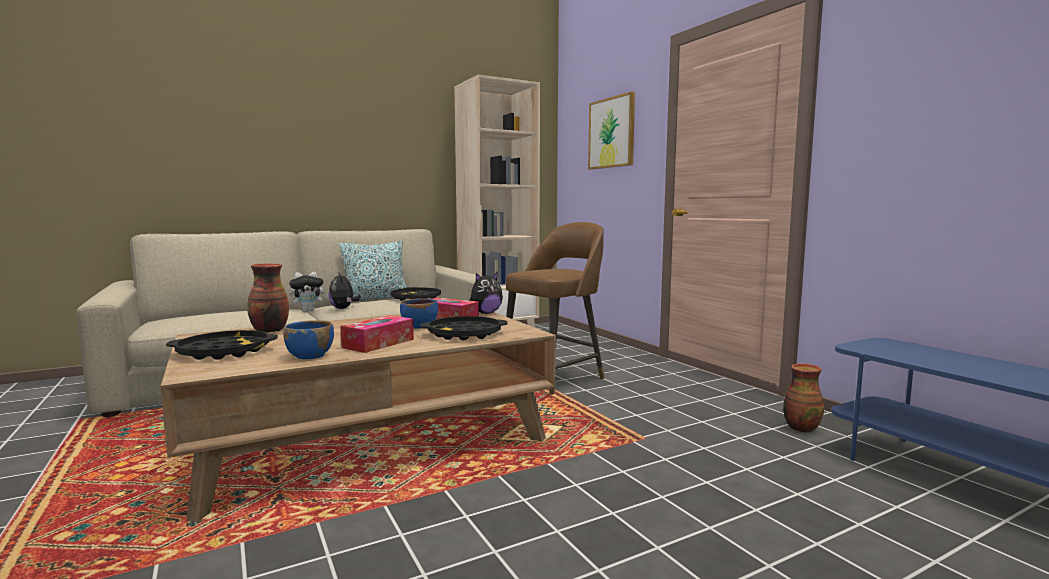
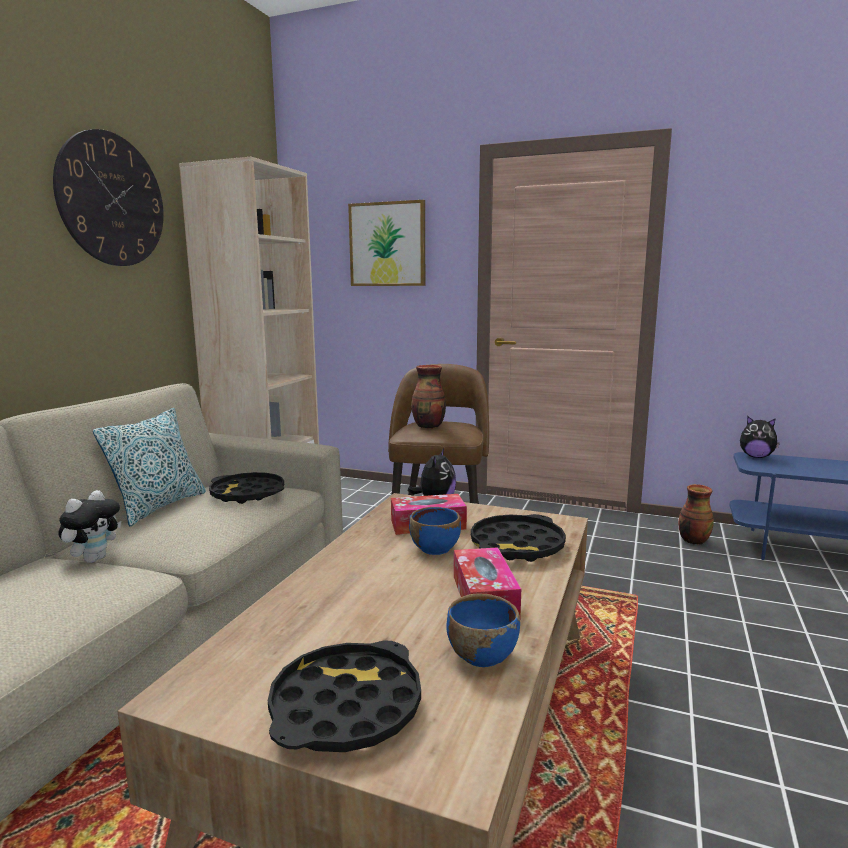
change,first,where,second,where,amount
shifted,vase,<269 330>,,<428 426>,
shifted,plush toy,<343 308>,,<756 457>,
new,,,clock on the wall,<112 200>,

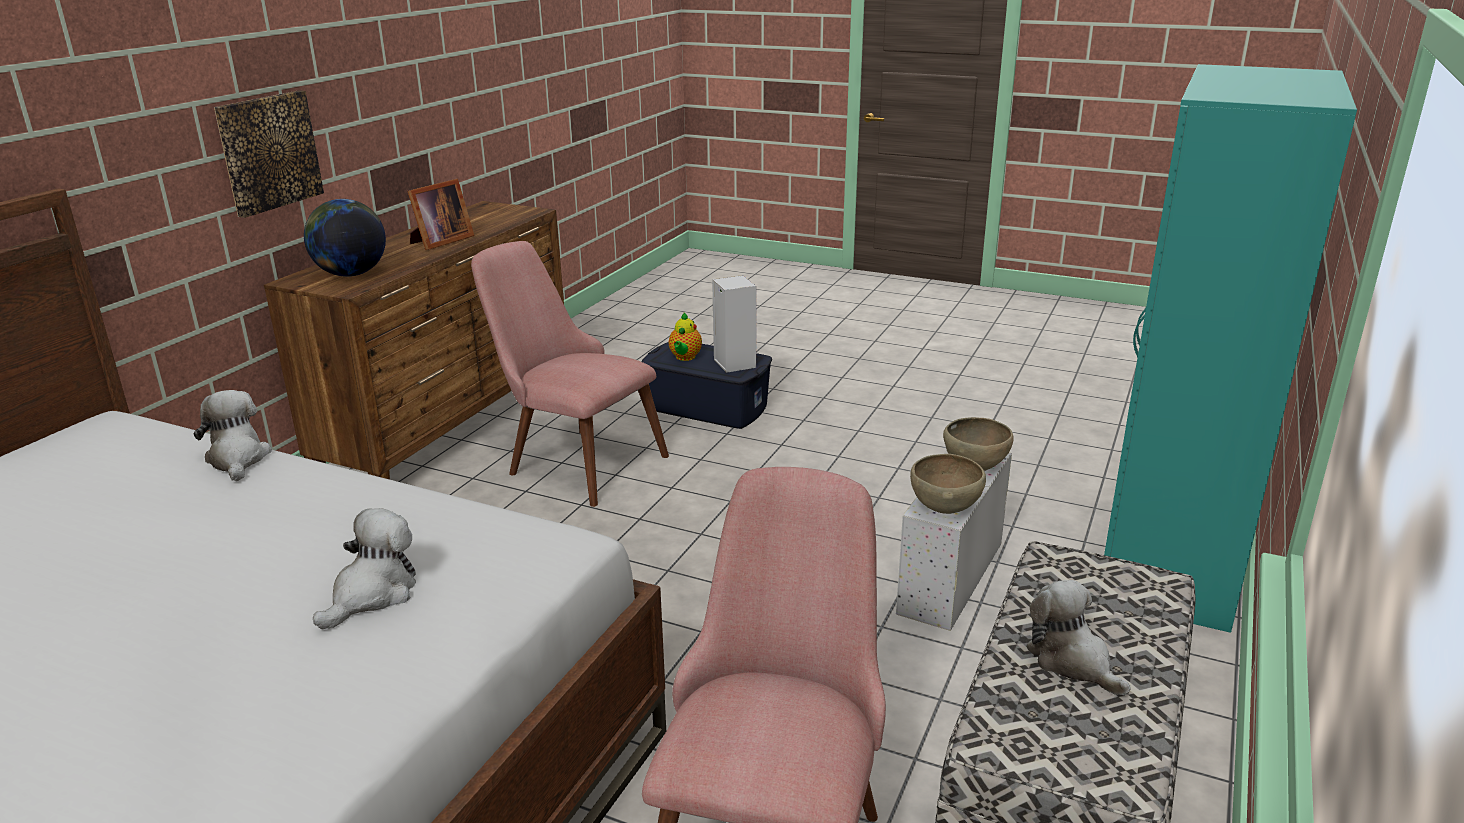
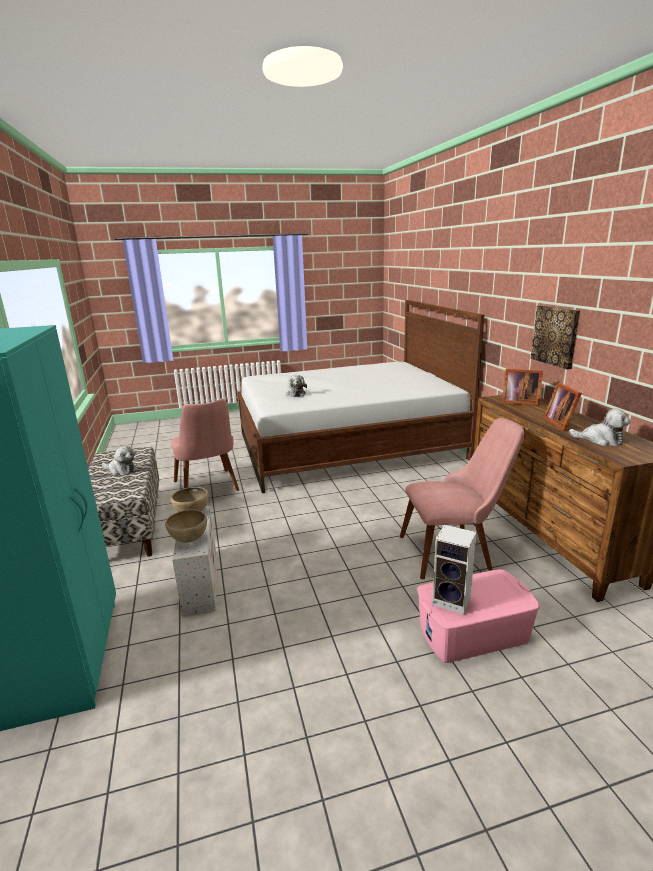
change,first,where,second,where,amount
swapped,globe,<351 274>,standing frame,<518 402>,
gone,pot for tea,<685 358>,,,
repainted,blue storage container,<707 407>,pink storage container,<473 633>,
shifted,plush toy,<238 459>,,<600 440>,

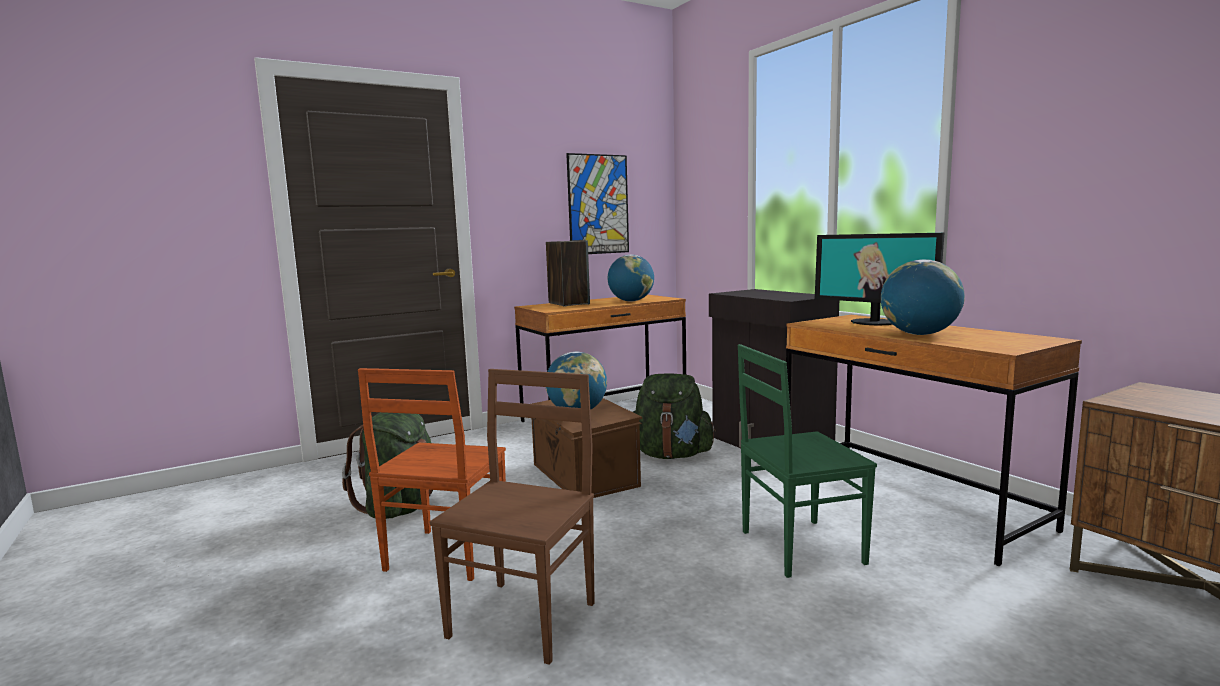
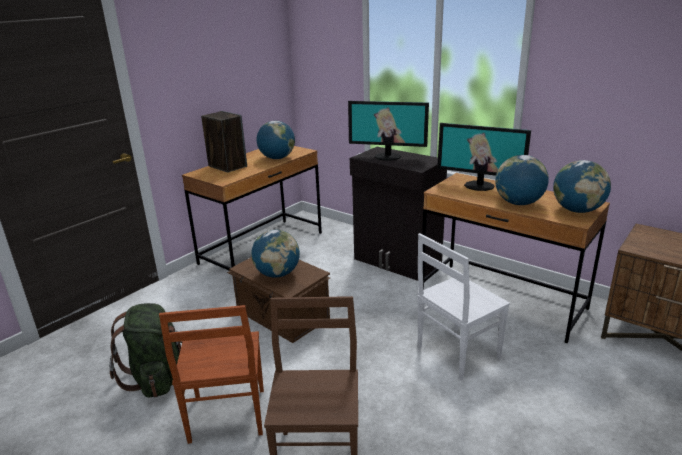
change,first,where,second,where,amount
gone,wall art,<598 204>,,,
repainted,greenish chair,<799 546>,whitish chair,<456 352>,
gone,greenish backpack,<670 455>,,,
new,,,computer display,<388 156>,
new,,,globe,<577 210>,

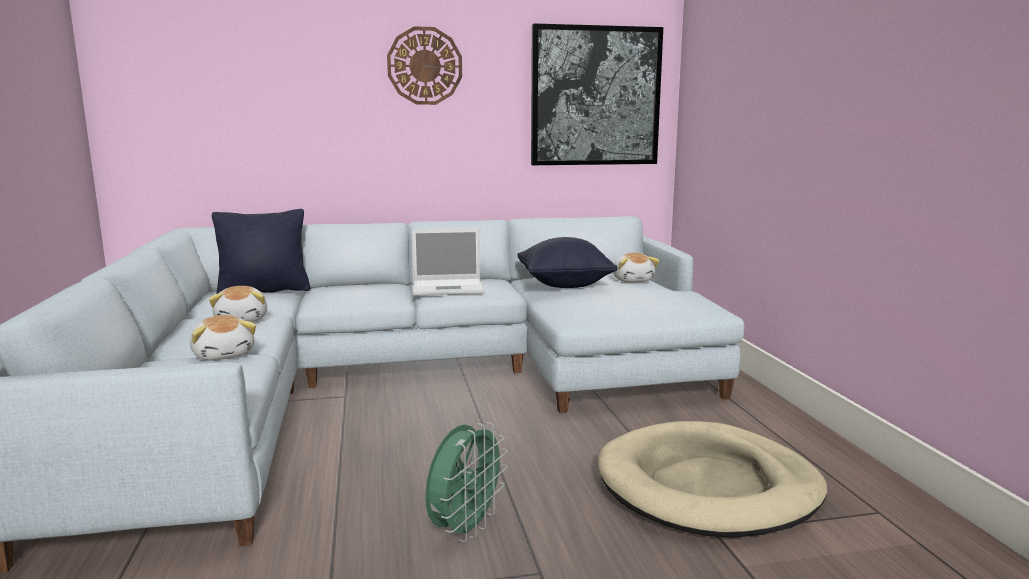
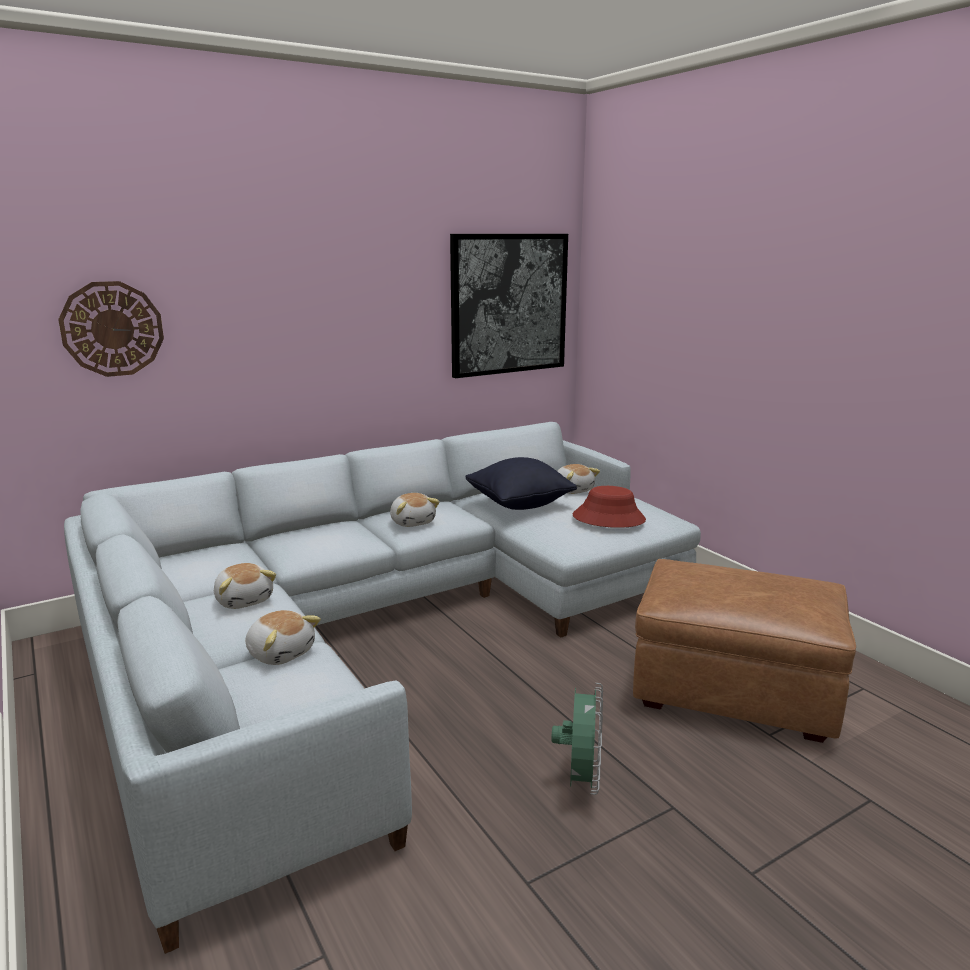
change,first,where,second,where,amount
shifted,clock on the wall,<424 66>,,<112 329>,
gone,black throw pillow,<264 291>,,,
swapped,laptop,<449 287>,plush toy,<413 522>,
swapped,beige dog cushion,<708 486>,brown pouffe,<734 691>,
new,,,red-coloured clothing hat,<608 518>,

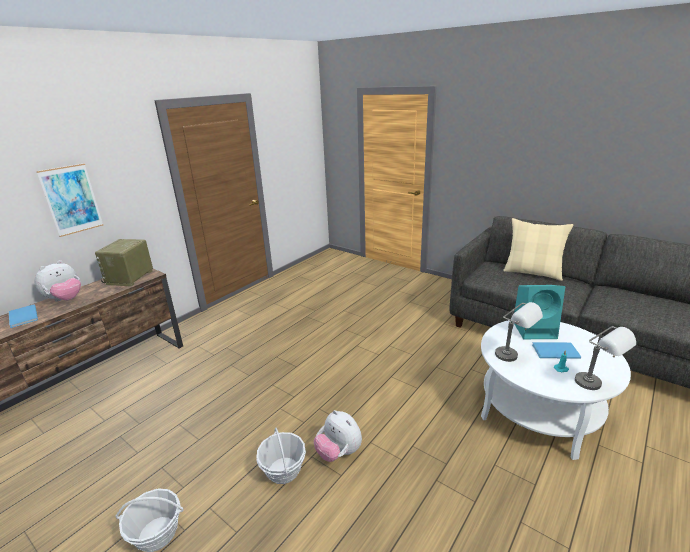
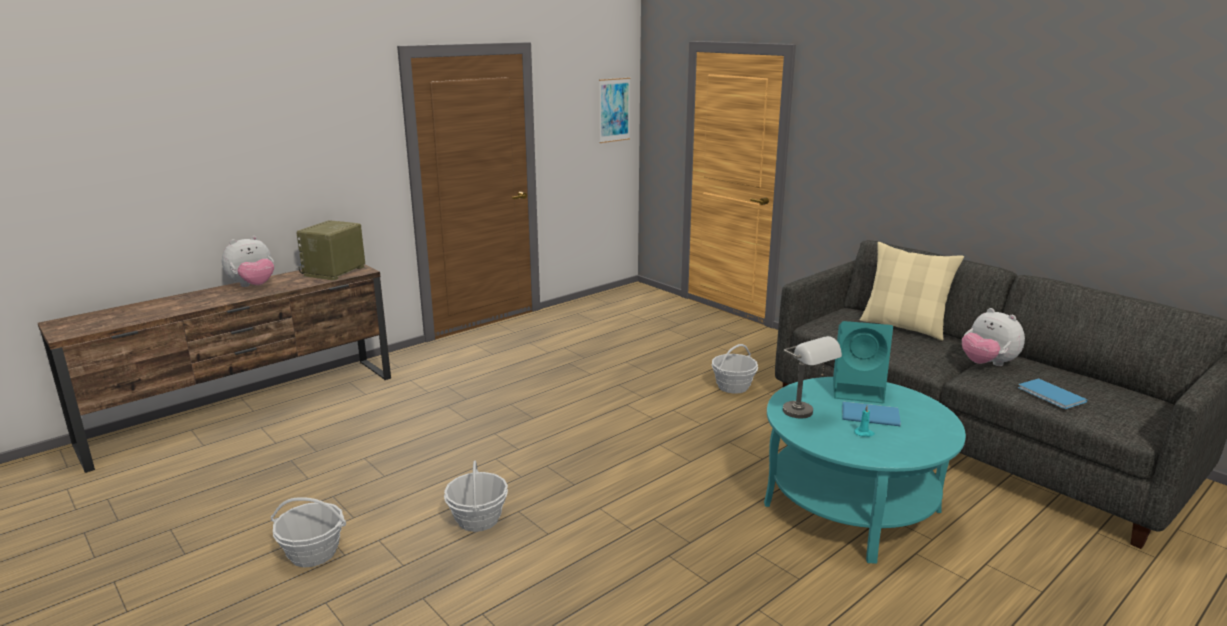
change,first,where,second,where,amount
shifted,wall art,<71 200>,,<614 110>,
shifted,blue volume,<22 317>,,<1051 395>,
repainted,whitish coffee table,<539 410>,blue-green coffee table,<852 507>,
gone,gray lamp for a table,<596 386>,,,
shifted,plush toy,<339 452>,,<987 364>,
new,,,storage basket,<733 386>,

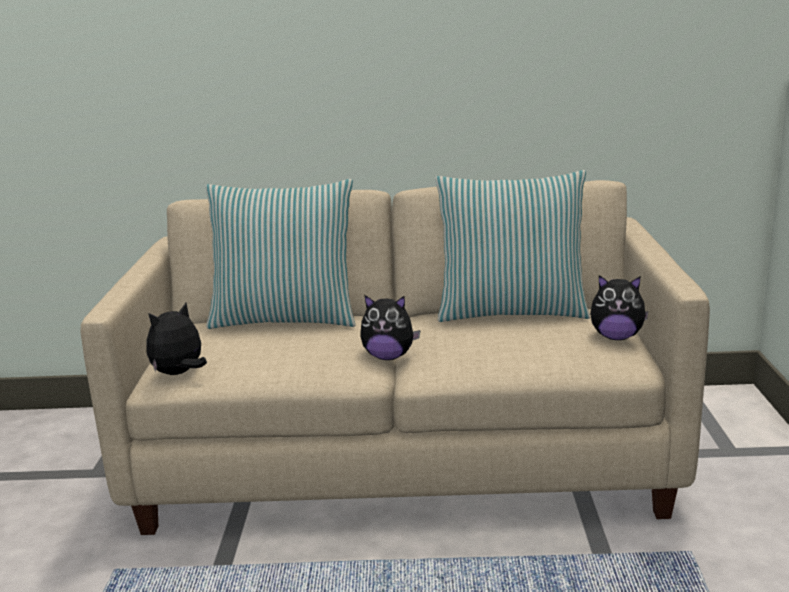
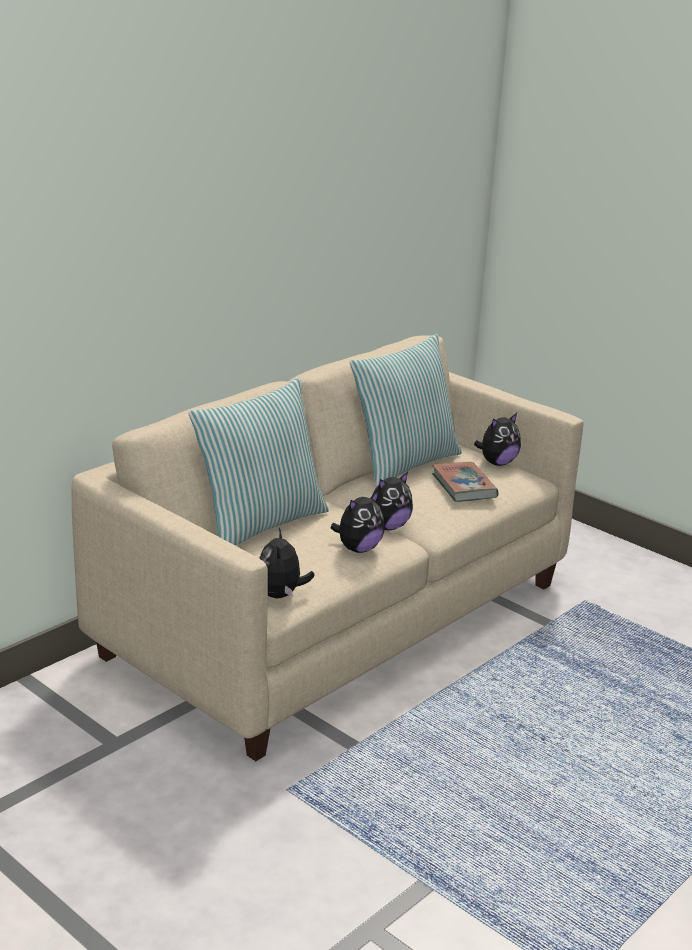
change,first,where,second,where,amount
new,,,volume,<464 486>,
new,,,plush toy,<358 549>,

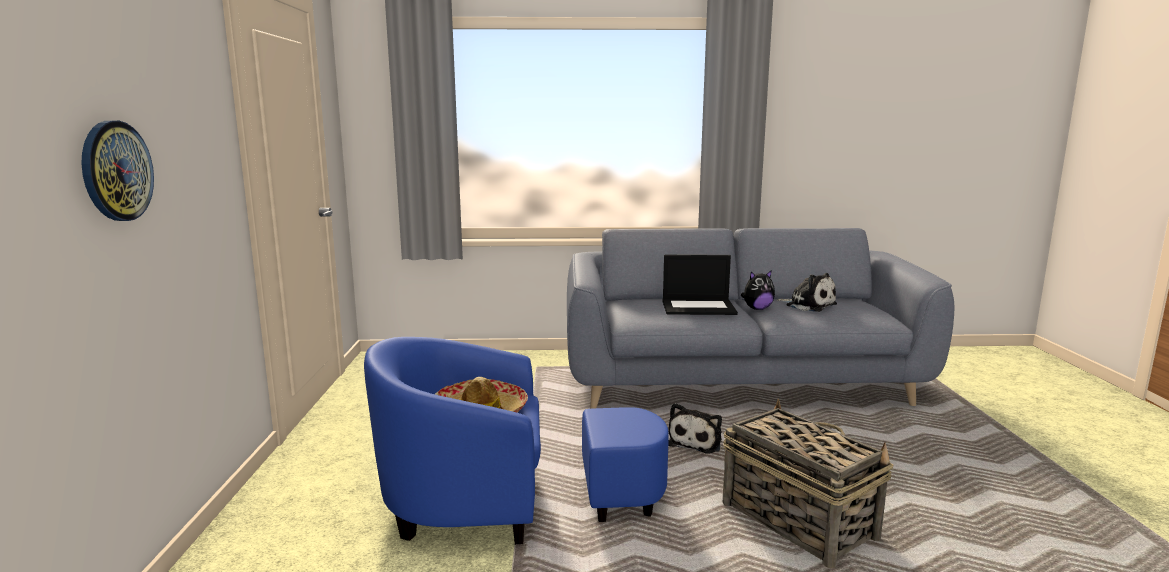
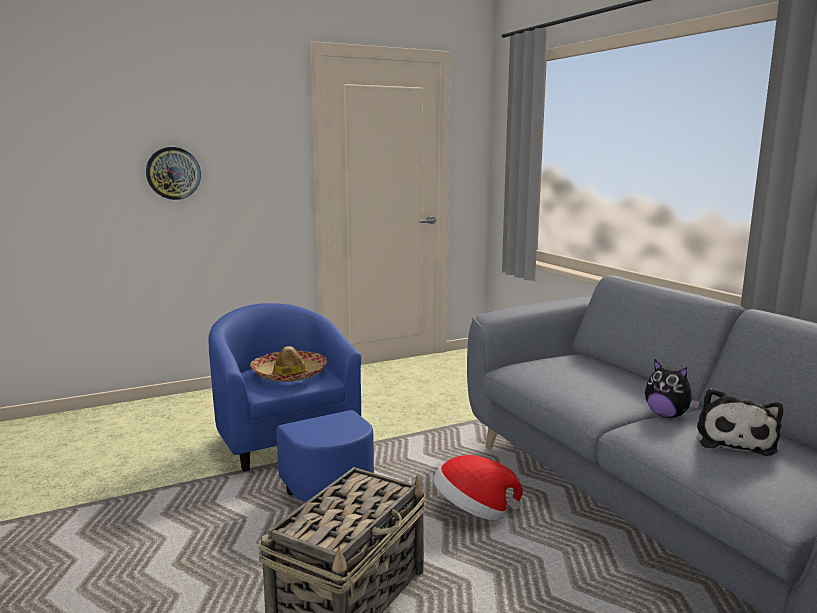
change,first,where,second,where,amount
gone,laptop,<699 307>,,,
swapped,plush toy,<696 441>,clothing hat,<474 512>,

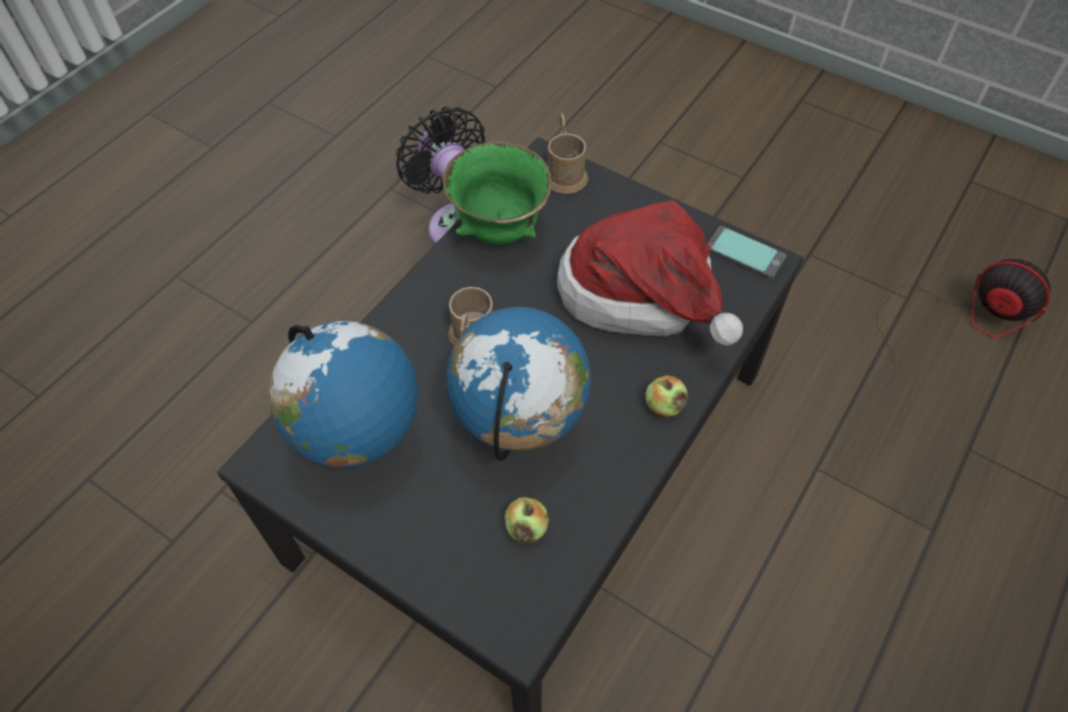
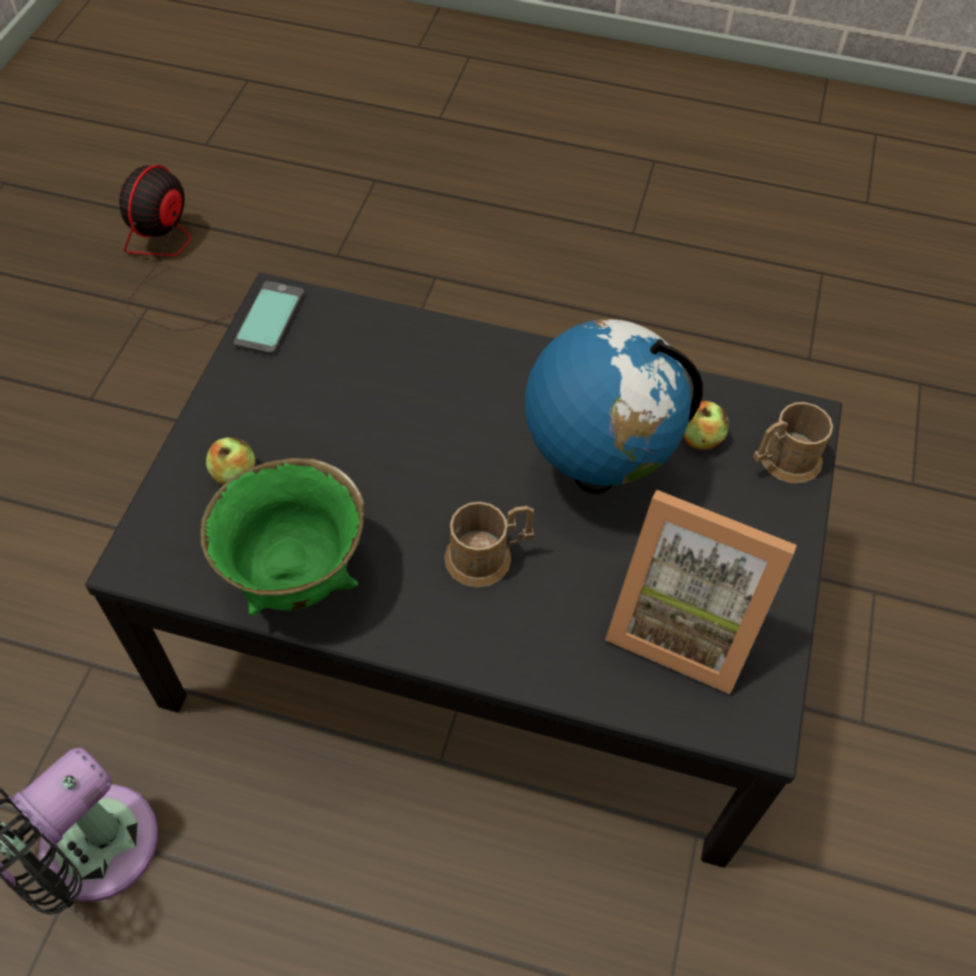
change,first,where,second,where,amount
shifted,brown tea mug,<564 172>,,<782 461>,
gone,clothing hat,<643 298>,,,
swapped,globe,<361 445>,standing frame,<684 623>,
shifted,whole apple,<664 406>,,<234 475>,

